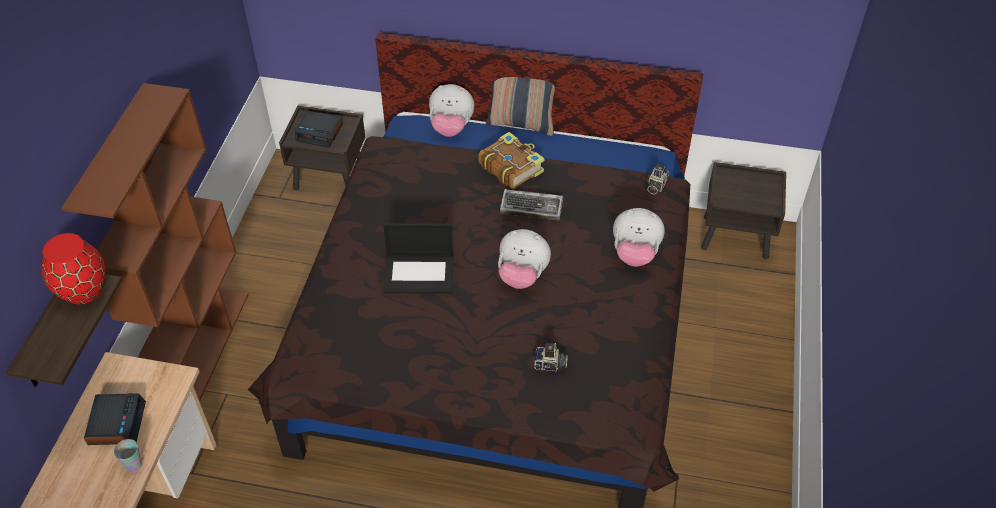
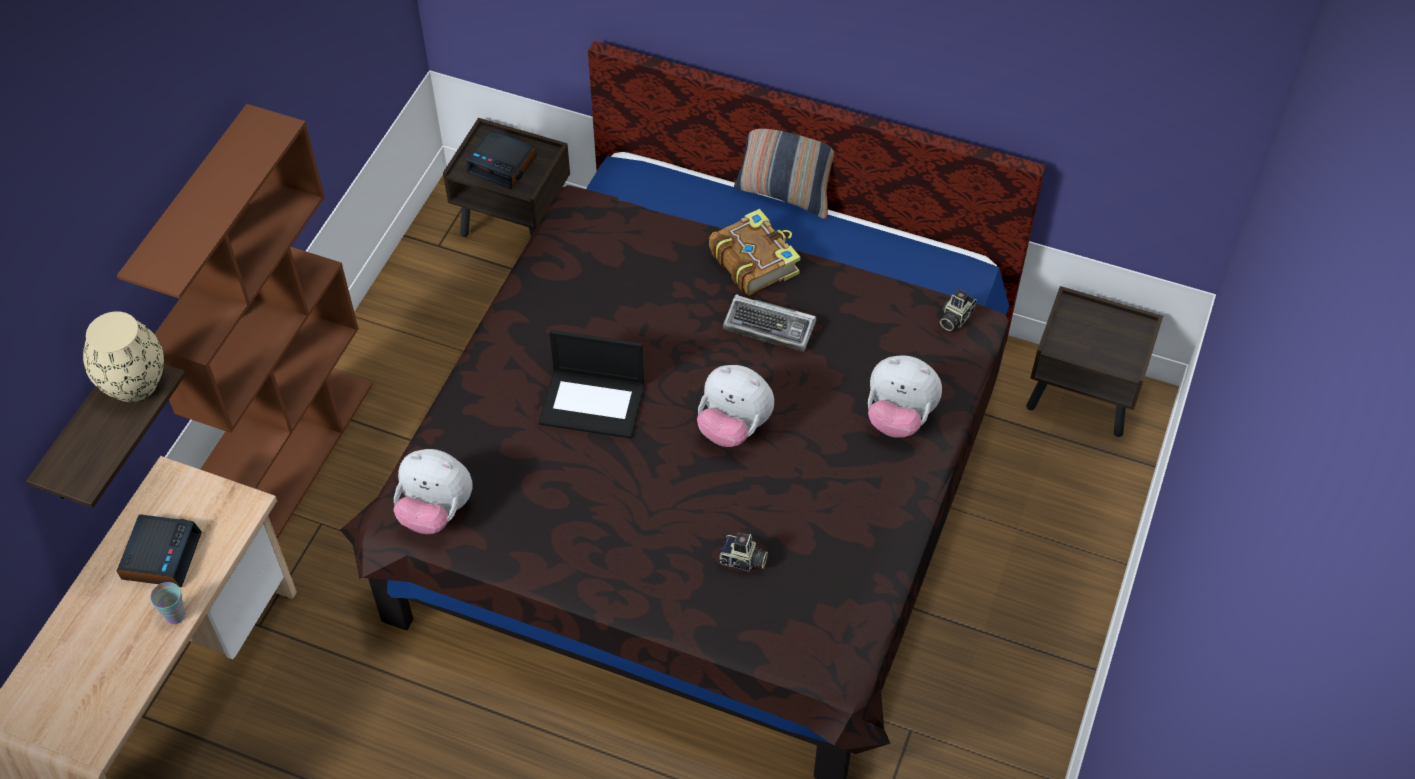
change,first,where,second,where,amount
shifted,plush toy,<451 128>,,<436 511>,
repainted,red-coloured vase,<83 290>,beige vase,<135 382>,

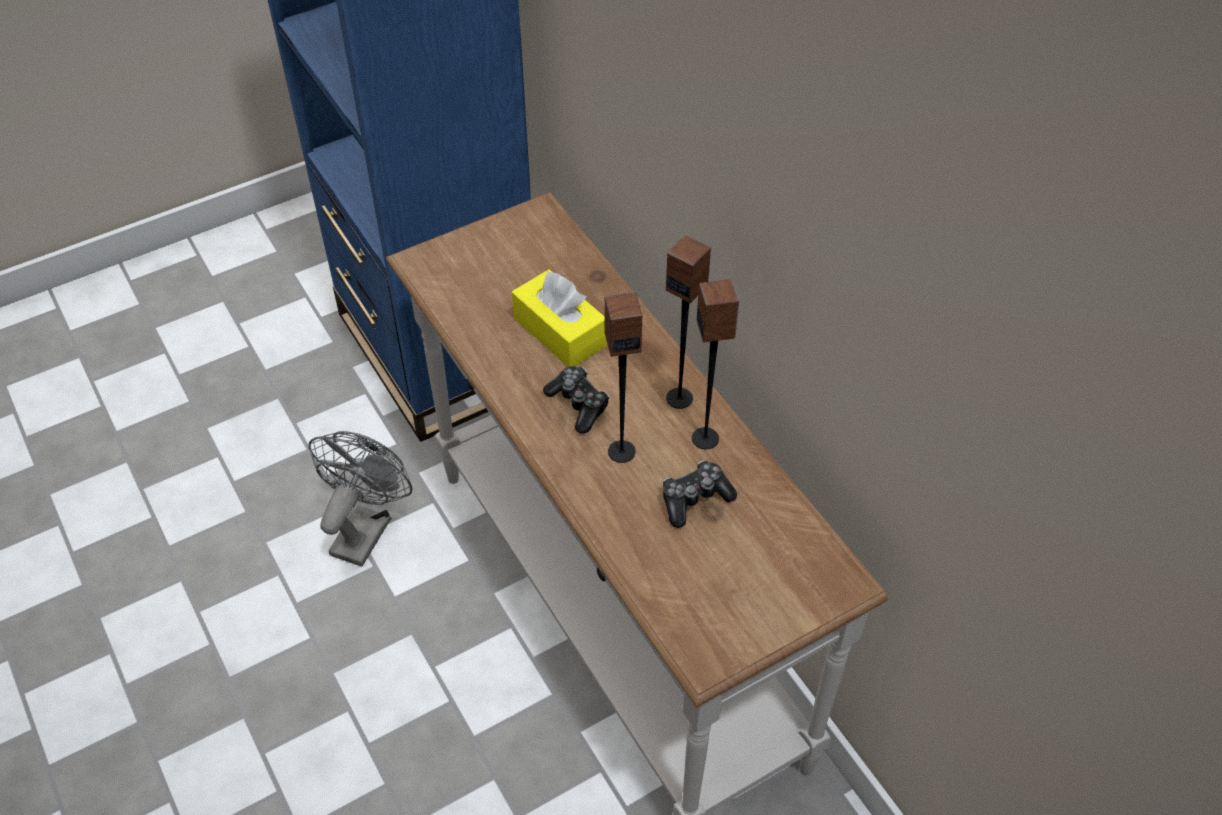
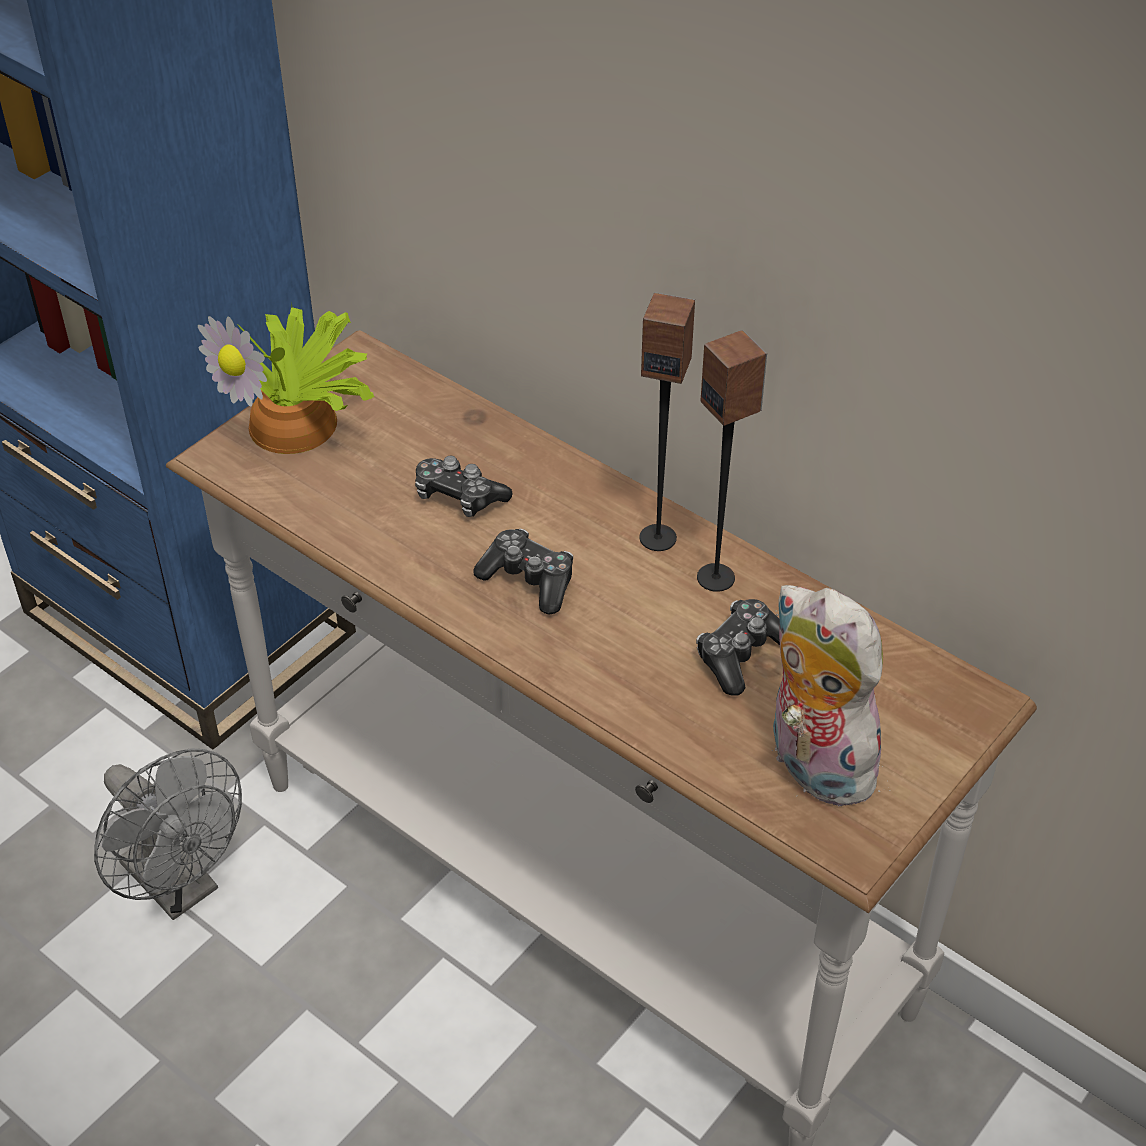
change,first,where,second,where,amount
swapped,yellow-coloured box of tissues,<560 332>,joypad,<458 497>,
gone,speaker,<621 451>,,,
rotated,gray cooling fan,<365 528>,,<180 887>,135 degrees clockwise
new,,,houseplant,<299 423>,
new,,,plush toy,<812 763>,

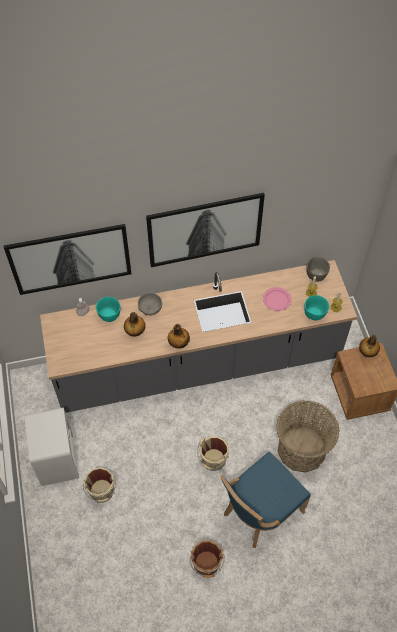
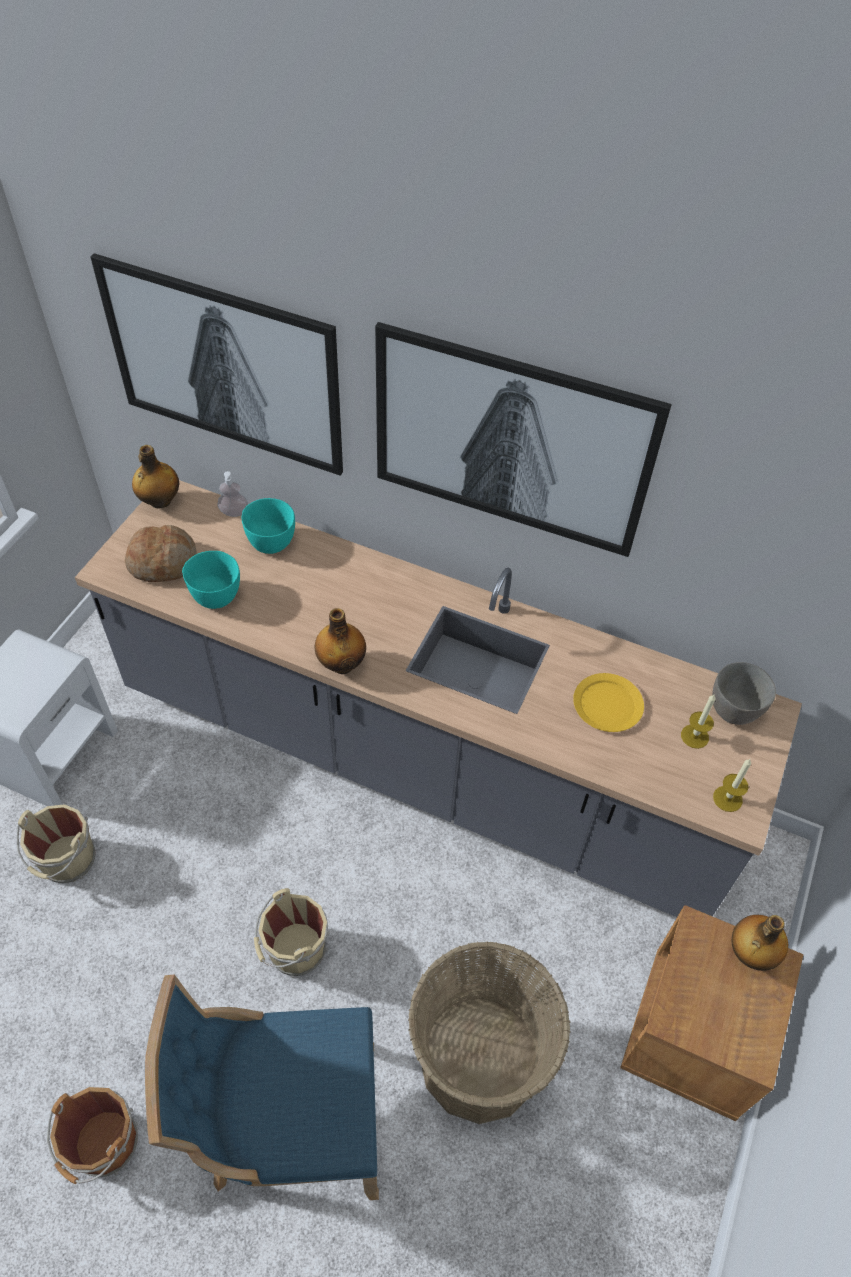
change,first,where,second,where,amount
repainted,pink plate,<276 299>,yellow-coloured plate,<608 704>,
gone,gray bowl,<150 308>,,,
shifted,blue-green bowl,<315 314>,,<216 596>,
shifted,bottle,<135 332>,,<160 501>,
new,,,bread,<163 562>,

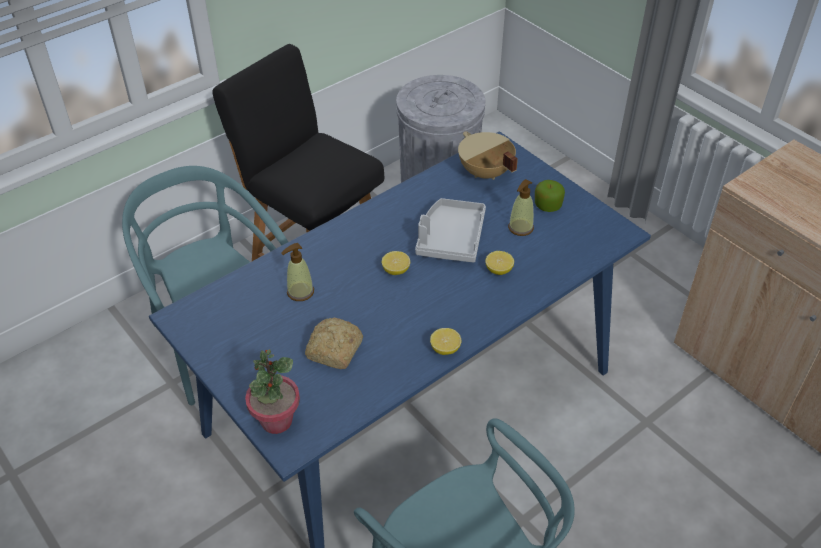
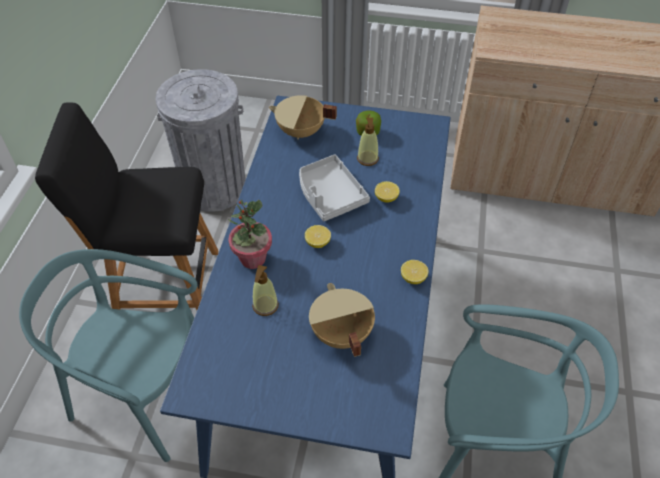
change,first,where,second,where,amount
swapped,bread,<333 351>,beige cooking pot,<340 334>,
shifted,houseplant,<276 420>,,<252 259>,

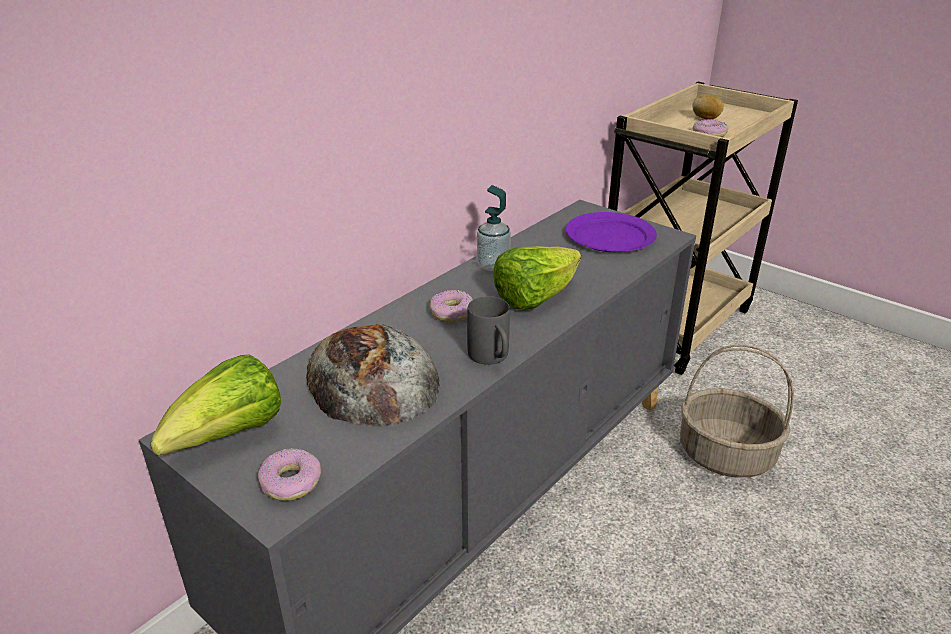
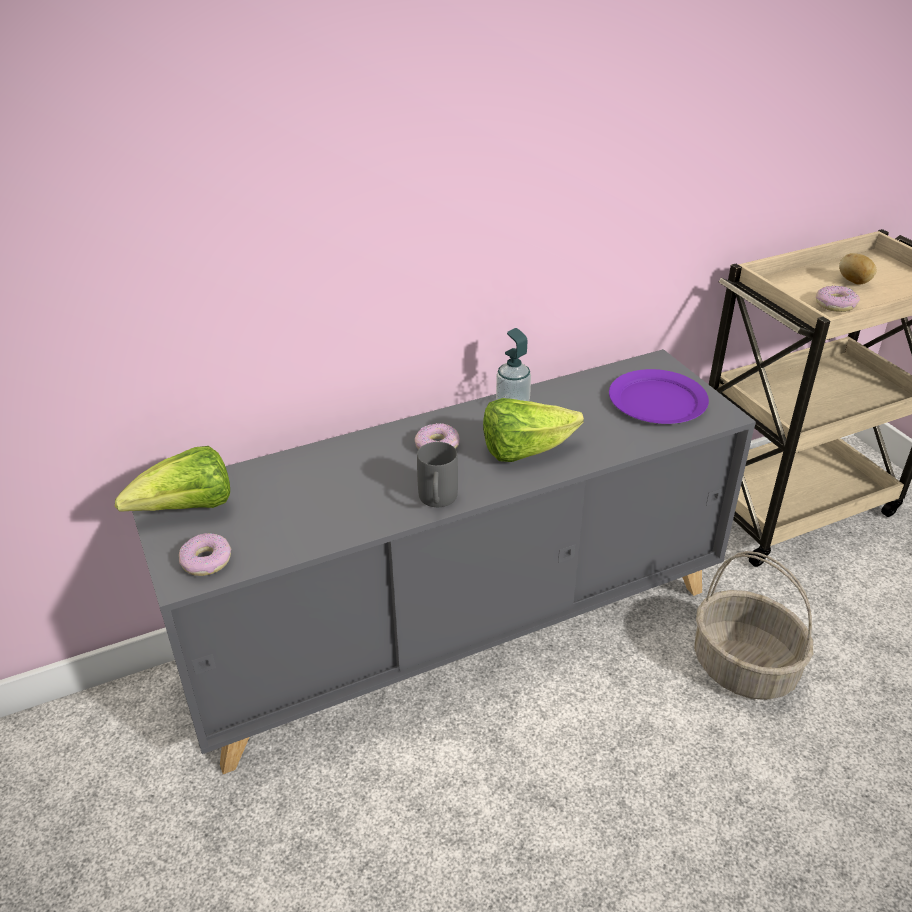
change,first,where,second,where,amount
gone,bread,<371 378>,,,

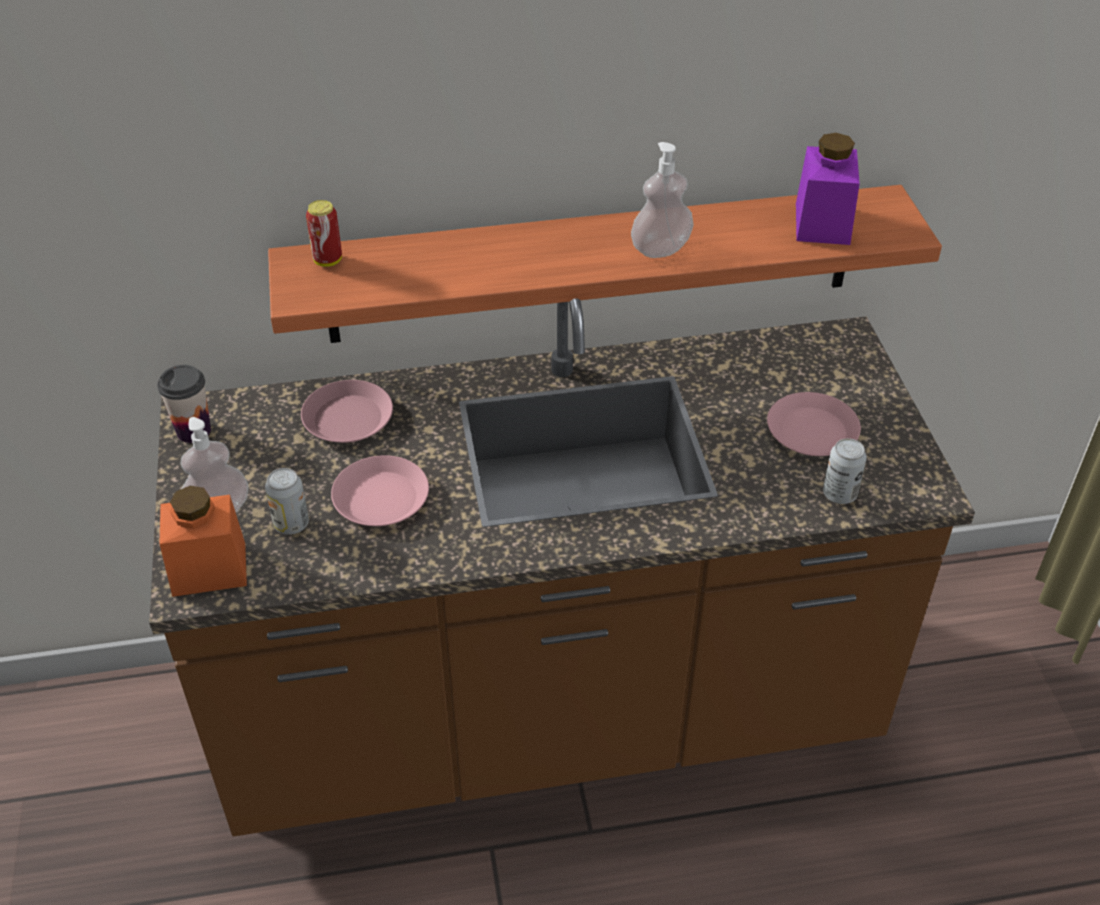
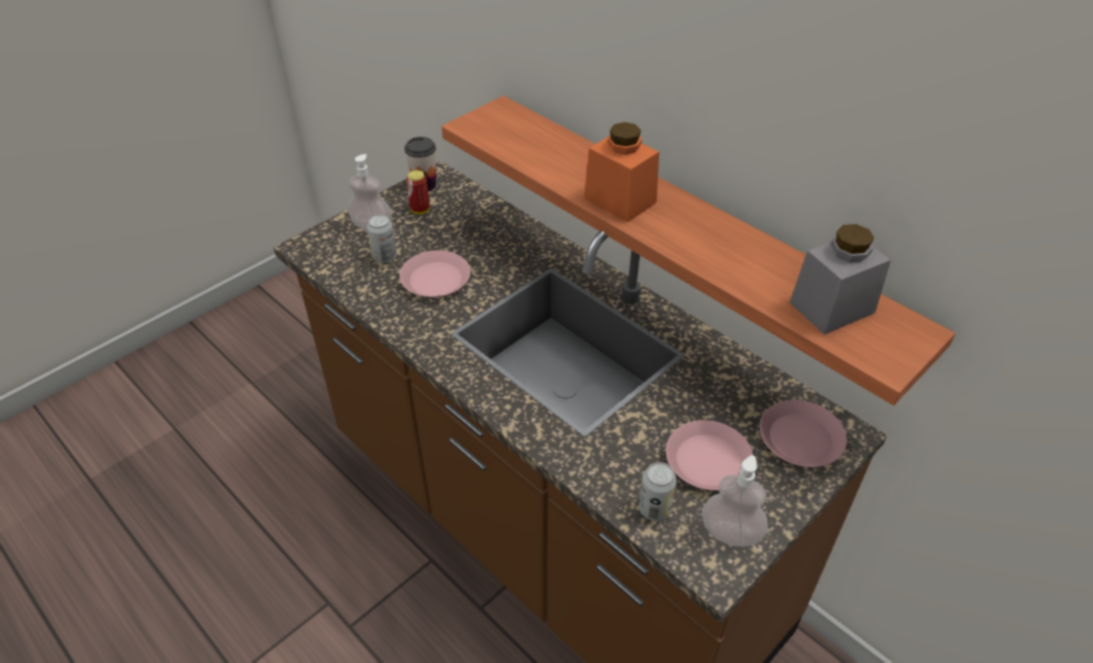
change,first,where,second,where,amount
repainted,purplish jar,<822 223>,gray jar,<832 307>,
shifted,soap bottle,<660 249>,,<730 533>,
shifted,metal can,<328 260>,,<420 210>,
shifted,pink plate,<348 418>,,<801 439>,
shifted,orangey jar,<209 569>,,<620 200>,

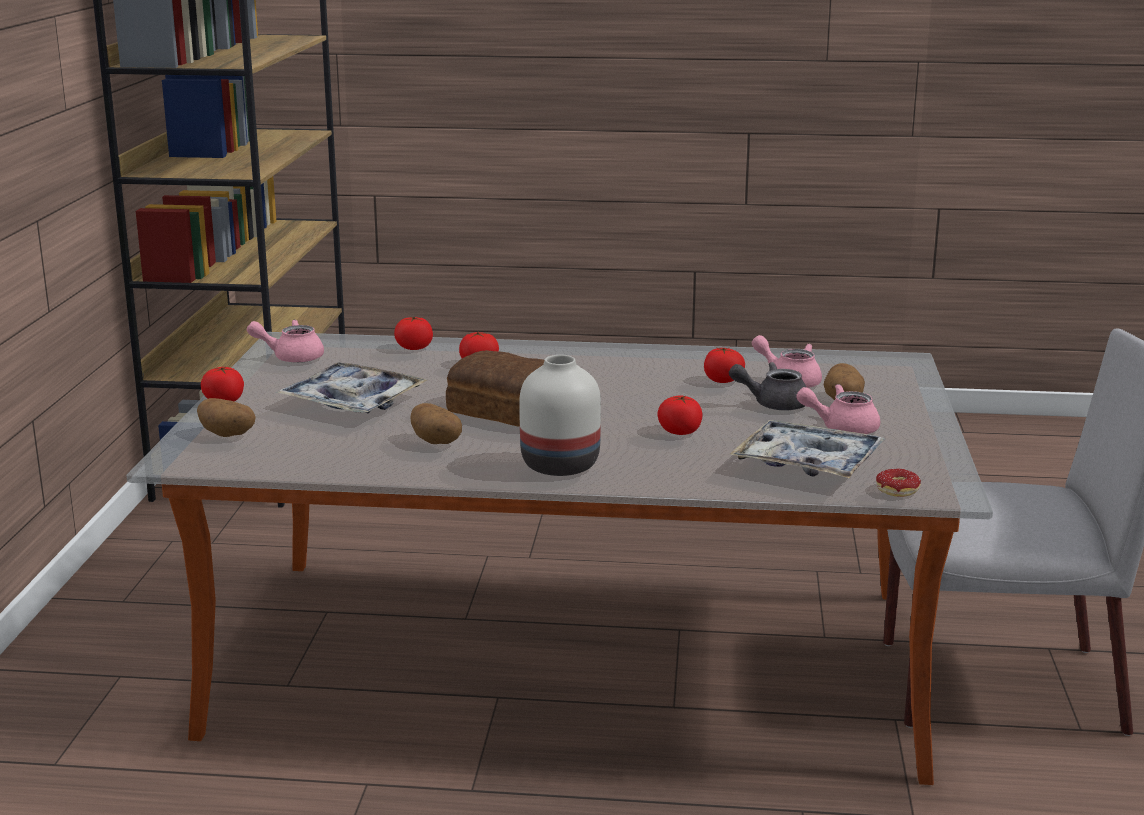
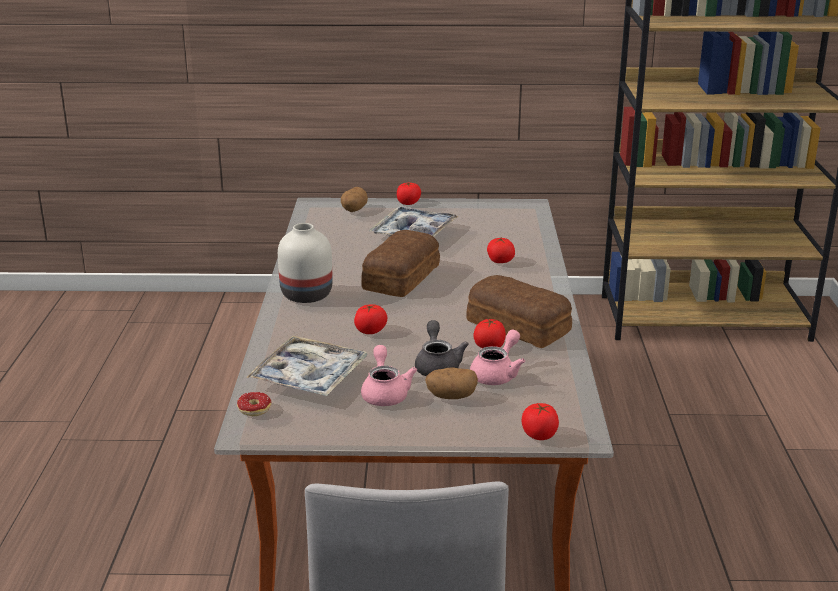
change,first,where,second,where,amount
shifted,tomato,<414 348>,,<539 435>,
gone,pink pot for tea,<291 357>,,,
gone,spud,<437 442>,,,
new,,,bread,<518 325>,

